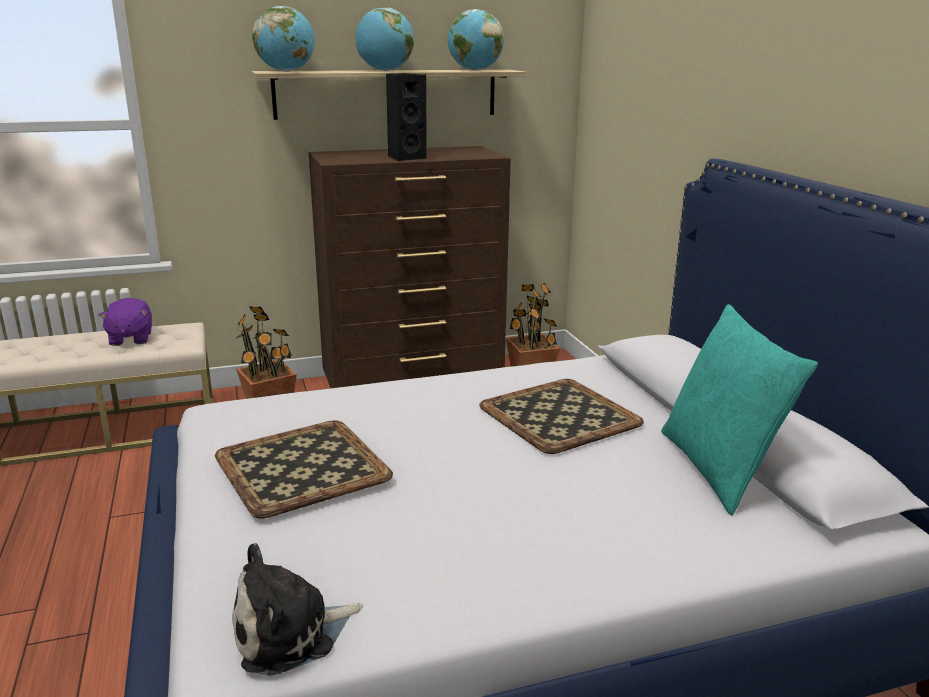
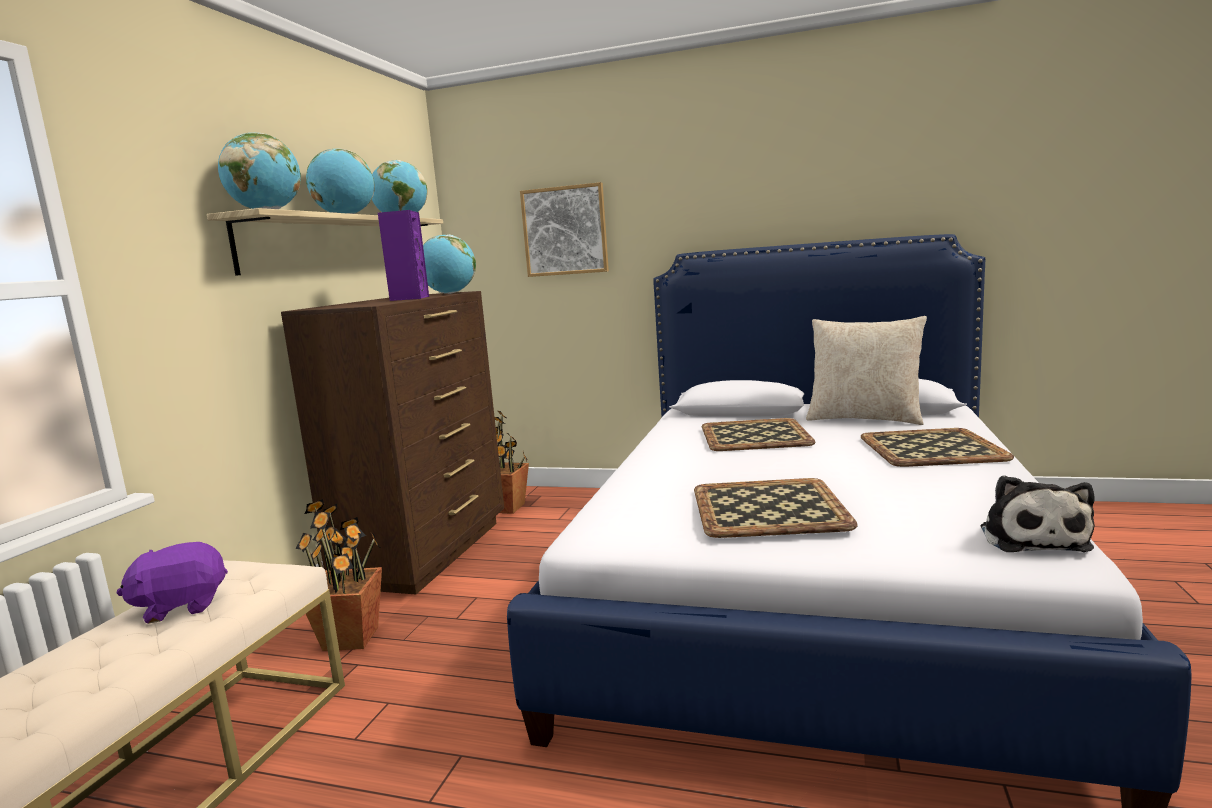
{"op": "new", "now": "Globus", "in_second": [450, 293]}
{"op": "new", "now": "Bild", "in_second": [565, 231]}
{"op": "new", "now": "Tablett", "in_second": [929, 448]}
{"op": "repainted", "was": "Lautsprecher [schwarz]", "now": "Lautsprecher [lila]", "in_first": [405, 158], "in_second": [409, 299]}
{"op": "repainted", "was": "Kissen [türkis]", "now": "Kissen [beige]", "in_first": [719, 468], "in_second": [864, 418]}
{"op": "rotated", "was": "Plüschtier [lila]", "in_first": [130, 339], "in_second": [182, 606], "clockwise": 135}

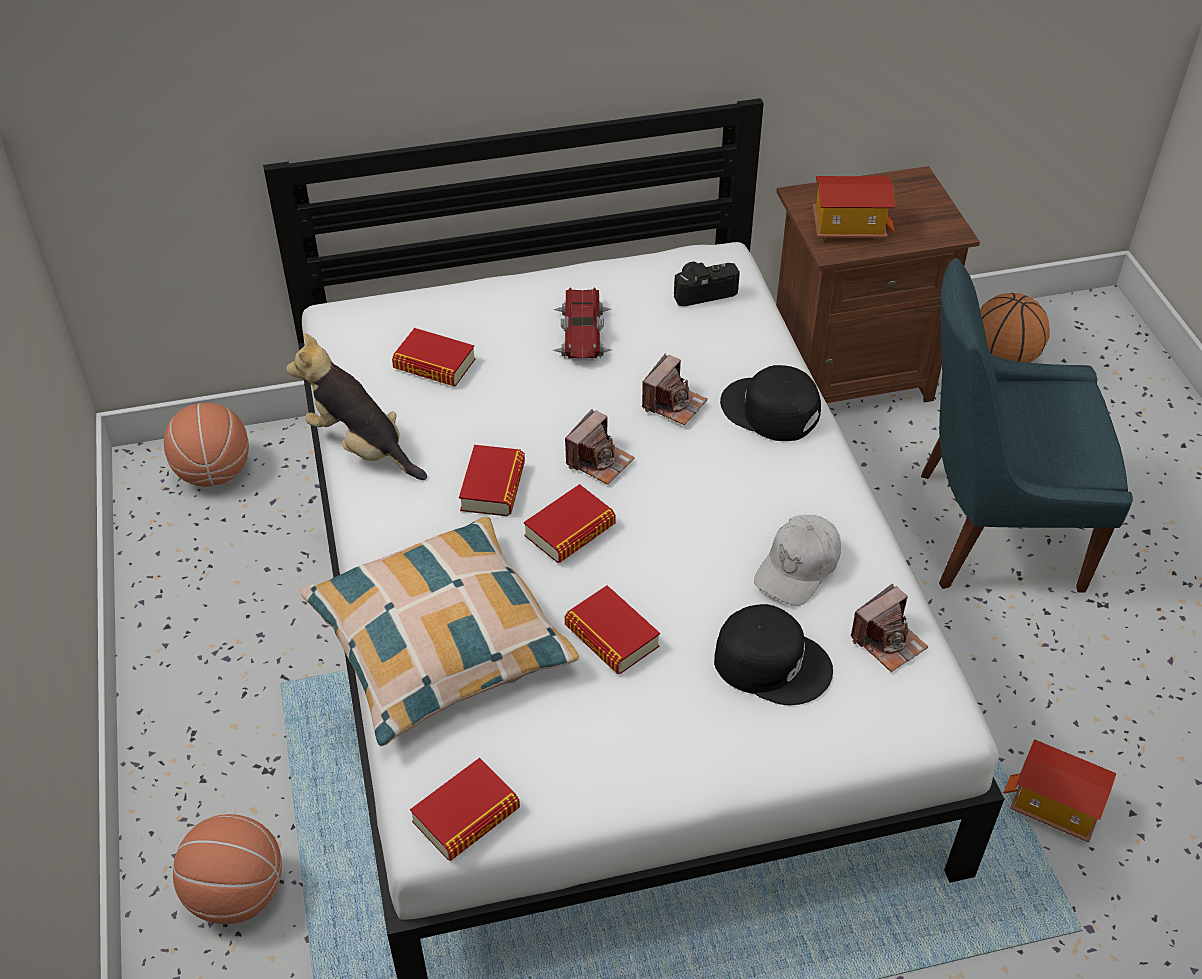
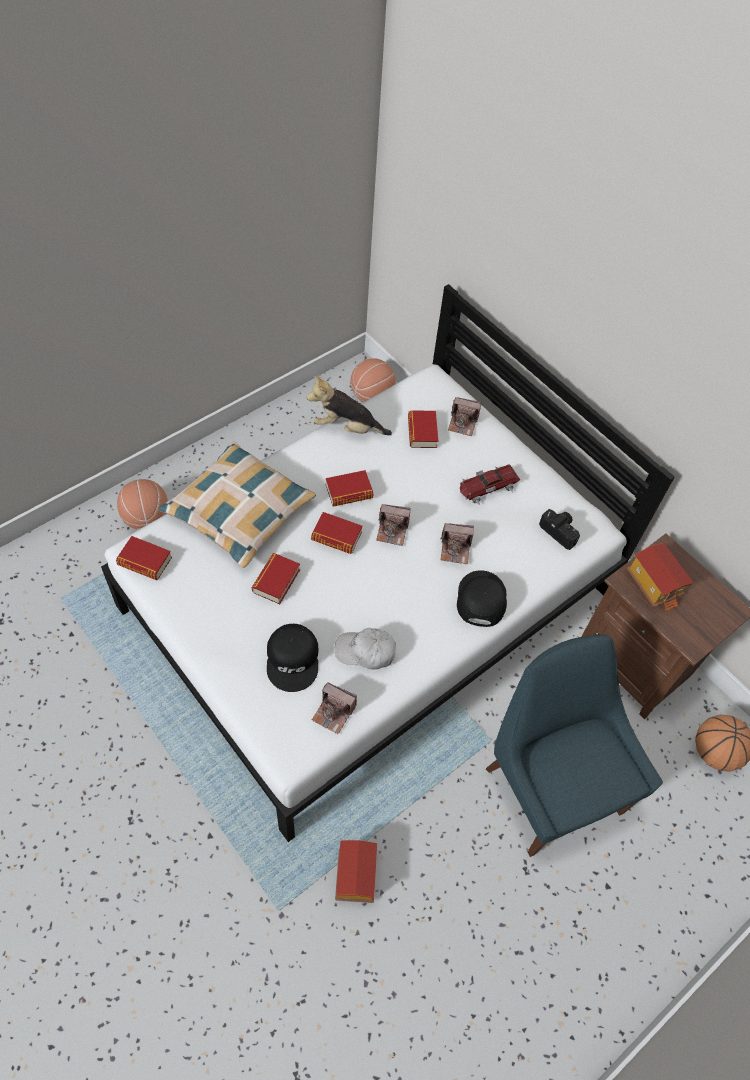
{"op": "new", "now": "Kamera", "in_second": [463, 423]}
{"op": "rotated", "was": "Plüschtier", "in_first": [361, 446], "in_second": [347, 427], "clockwise": -90}

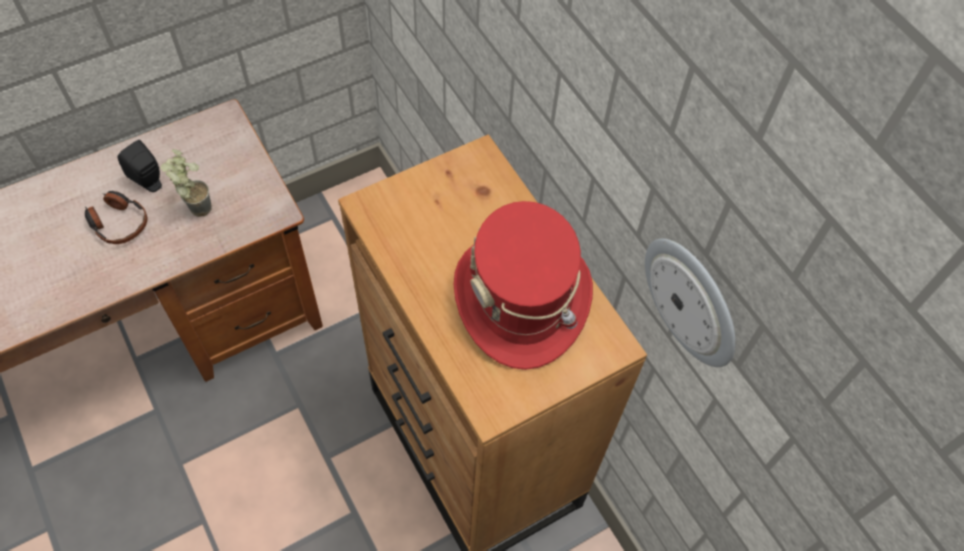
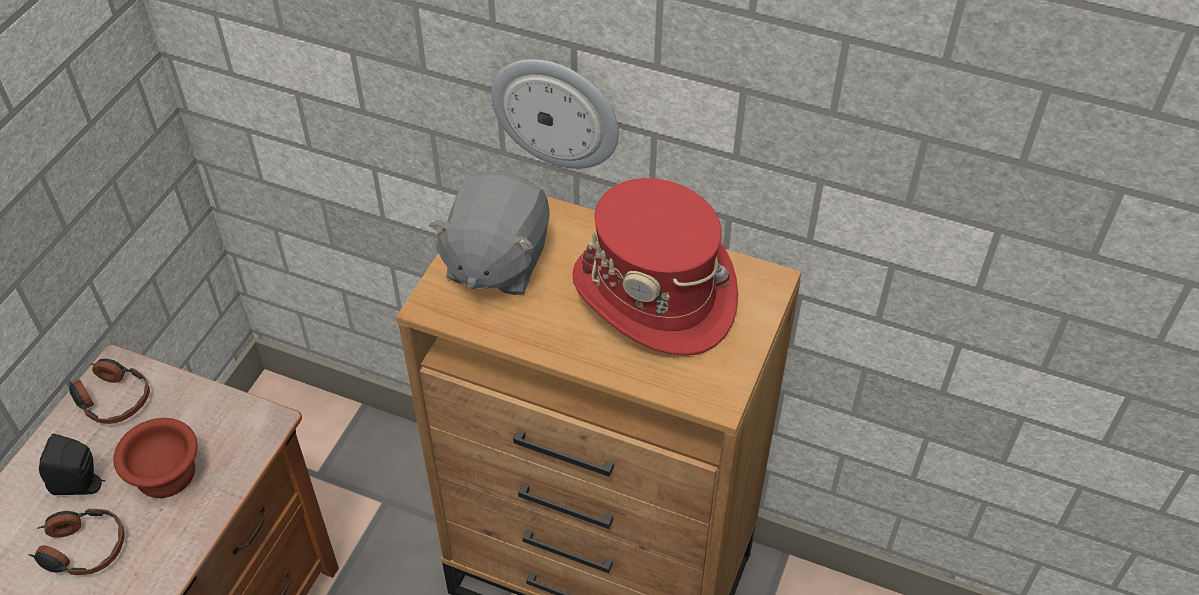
{"op": "new", "now": "Kopfhörer", "in_second": [112, 398]}
{"op": "new", "now": "Plüschtier [grau]", "in_second": [495, 261]}
{"op": "shifted", "was": "Wanduhr", "in_first": [692, 300], "in_second": [556, 112]}
{"op": "swapped", "was": "Topfpflanze", "now": "Schüssel [braun]", "in_first": [196, 206], "in_second": [163, 474]}

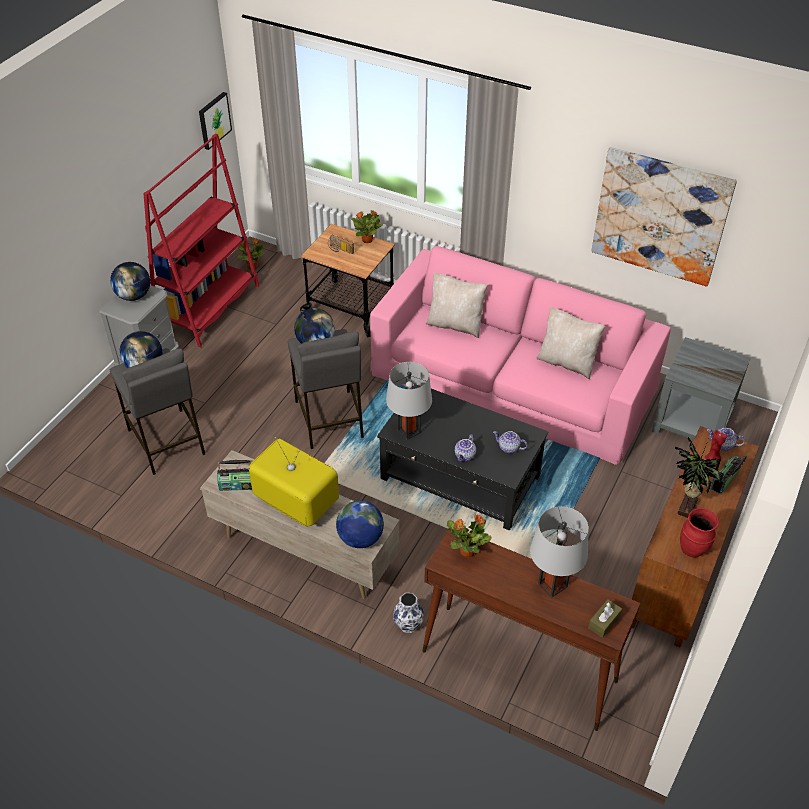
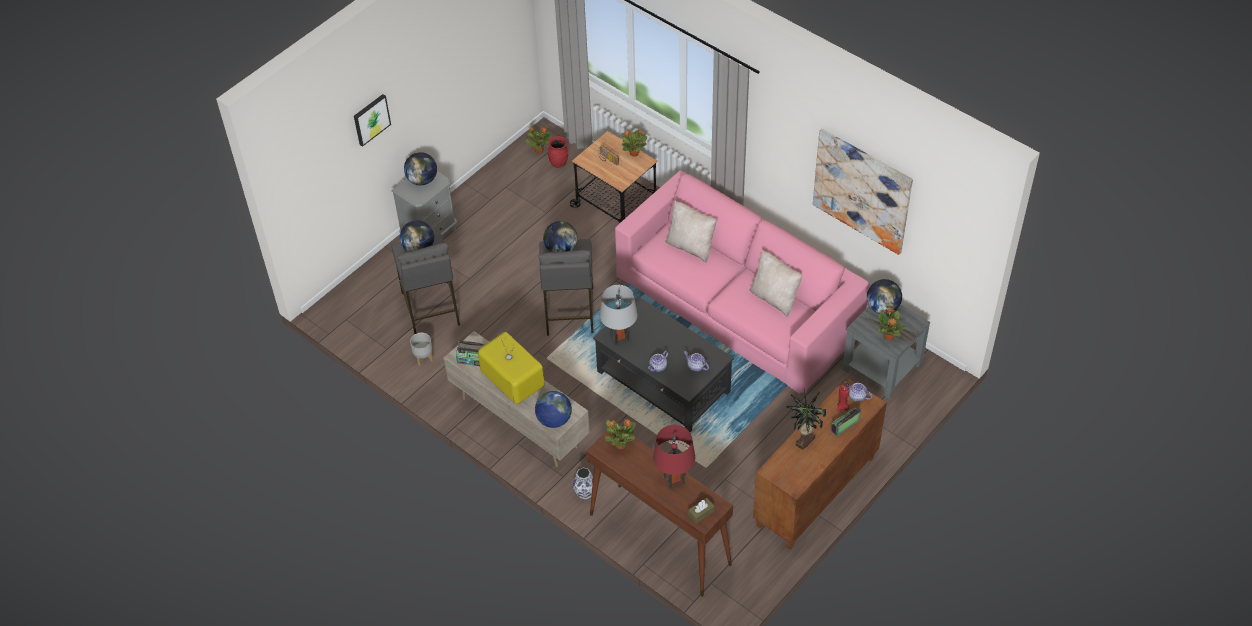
{"op": "gone", "was": "Bücherregal [rot]", "in_first": [208, 308]}
{"op": "new", "now": "Pflanzkübel [grau]", "in_second": [423, 358]}
{"op": "new", "now": "Globus", "in_second": [882, 307]}
{"op": "new", "now": "Topfpflanze", "in_second": [888, 336]}
{"op": "shifted", "was": "Bild", "in_first": [214, 120], "in_second": [371, 119]}
{"op": "shifted", "was": "Vase [rot]", "in_first": [692, 548], "in_second": [559, 163]}
{"op": "repainted", "was": "Tischlampe [grau]", "now": "Tischlampe [rot]", "in_first": [552, 584], "in_second": [674, 480]}

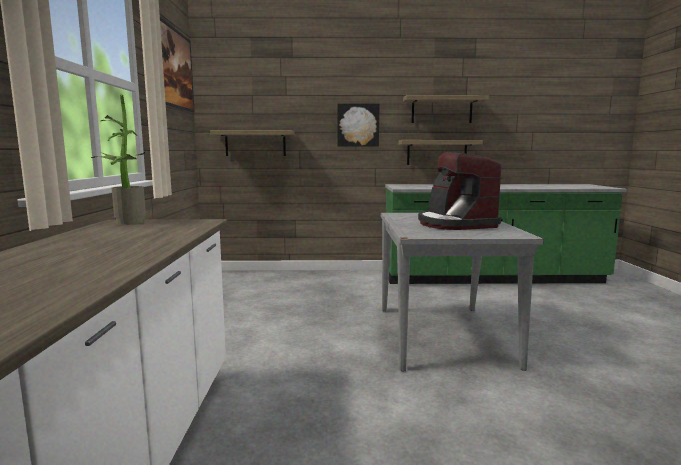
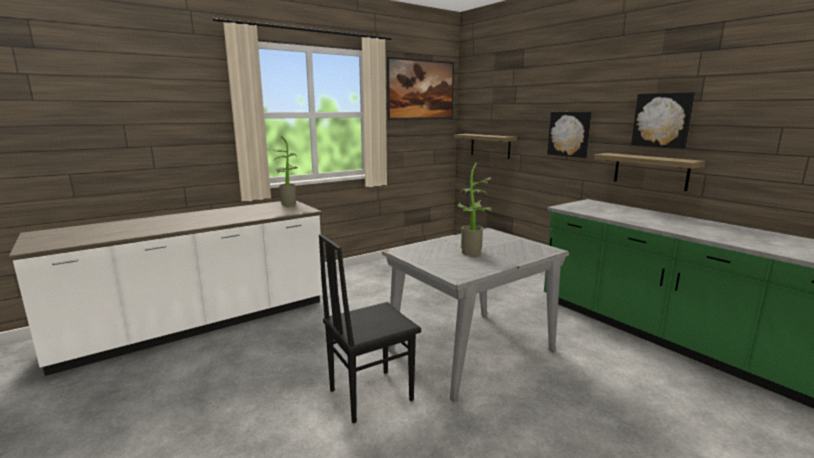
{"op": "new", "now": "Stuhl [schwarz]", "in_second": [369, 394]}
{"op": "swapped", "was": "Wandregal", "now": "Bild", "in_first": [441, 110], "in_second": [662, 120]}
{"op": "swapped", "was": "Kaffeemaschine", "now": "Topfpflanze", "in_first": [455, 224], "in_second": [473, 253]}

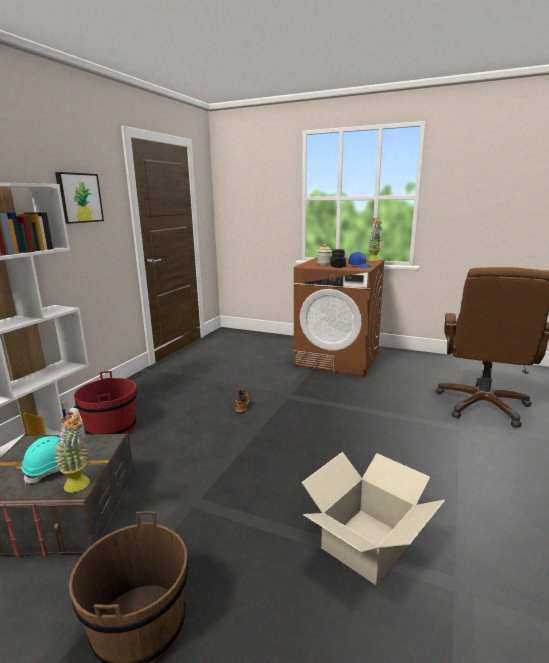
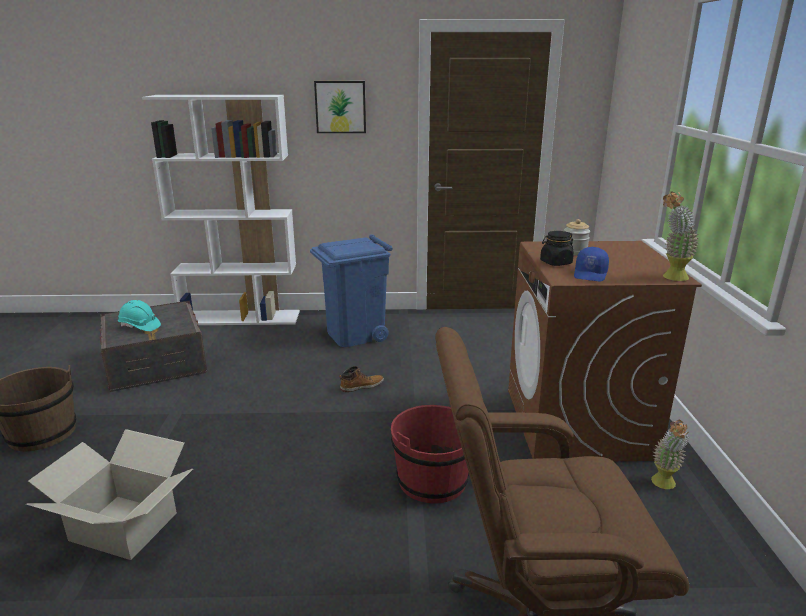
{"op": "new", "now": "Mülleimer [blau]", "in_second": [355, 335]}
{"op": "shifted", "was": "Topfpflanze", "in_first": [80, 487], "in_second": [664, 486]}
{"op": "shifted", "was": "Eimer [rot]", "in_first": [111, 428], "in_second": [432, 480]}

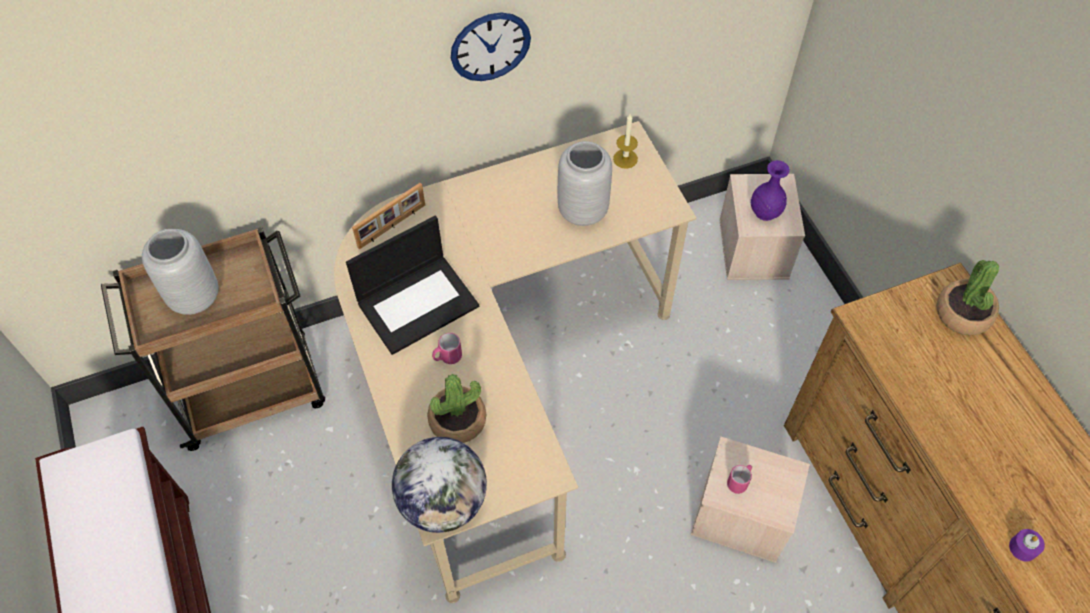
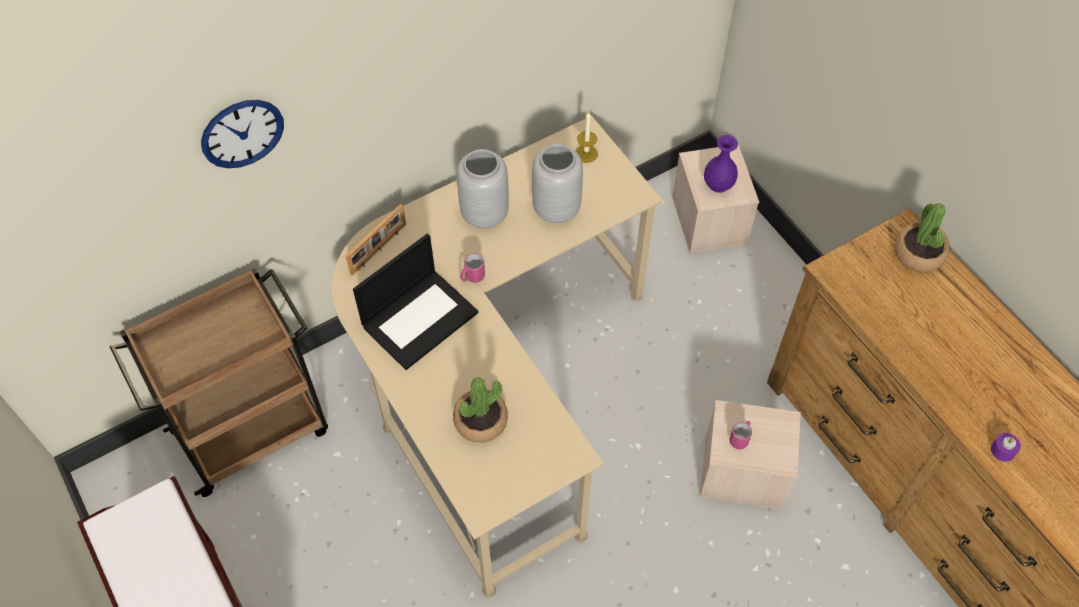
{"op": "gone", "was": "Globus", "in_first": [443, 501]}
{"op": "shifted", "was": "Vase [grau]", "in_first": [195, 298], "in_second": [485, 214]}
{"op": "shifted", "was": "Henkelbecher [rosa]", "in_first": [447, 357], "in_second": [472, 277]}
{"op": "shifted", "was": "Wanduhr", "in_first": [490, 46], "in_second": [242, 133]}

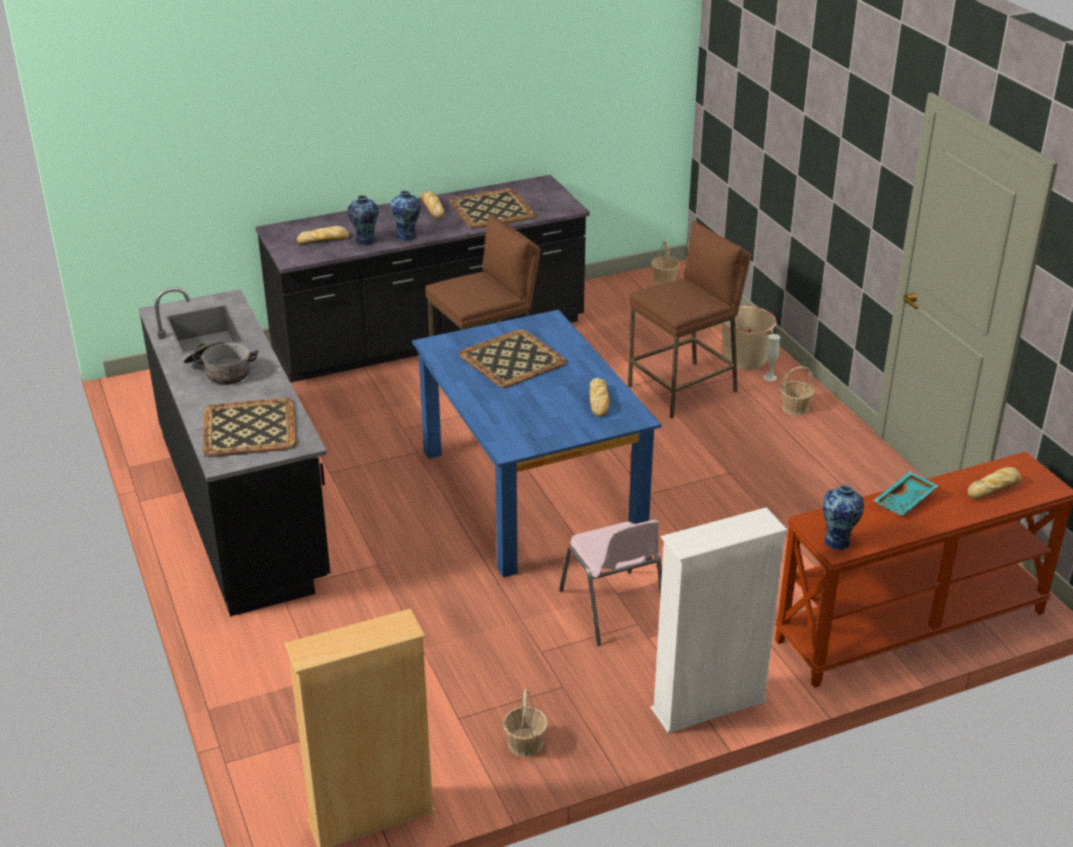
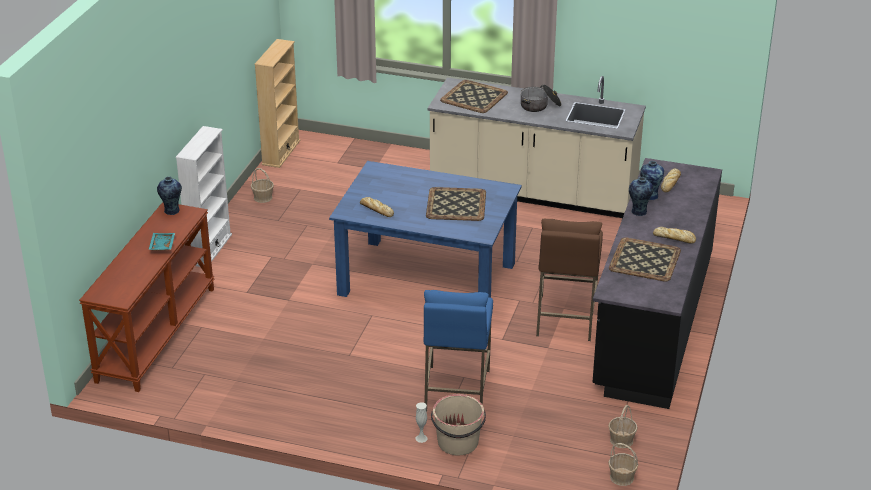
{"op": "gone", "was": "Stuhl [rosa]", "in_first": [613, 609]}
{"op": "gone", "was": "Brot", "in_first": [994, 487]}
{"op": "shifted", "was": "Korb", "in_first": [795, 408], "in_second": [621, 440]}
{"op": "repainted", "was": "Küchenzeile [schwarz]", "now": "Küchenzeile [beige]", "in_first": [244, 506], "in_second": [533, 193]}
{"op": "repainted", "was": "Hocker [braun]", "now": "Hocker [blau]", "in_first": [683, 389], "in_second": [456, 391]}

